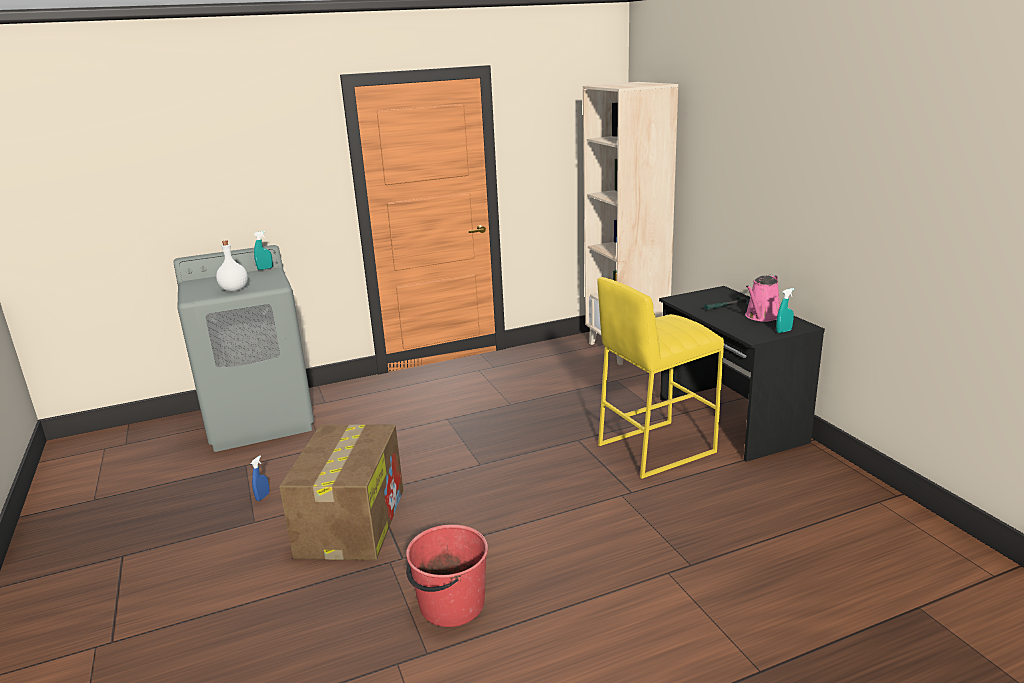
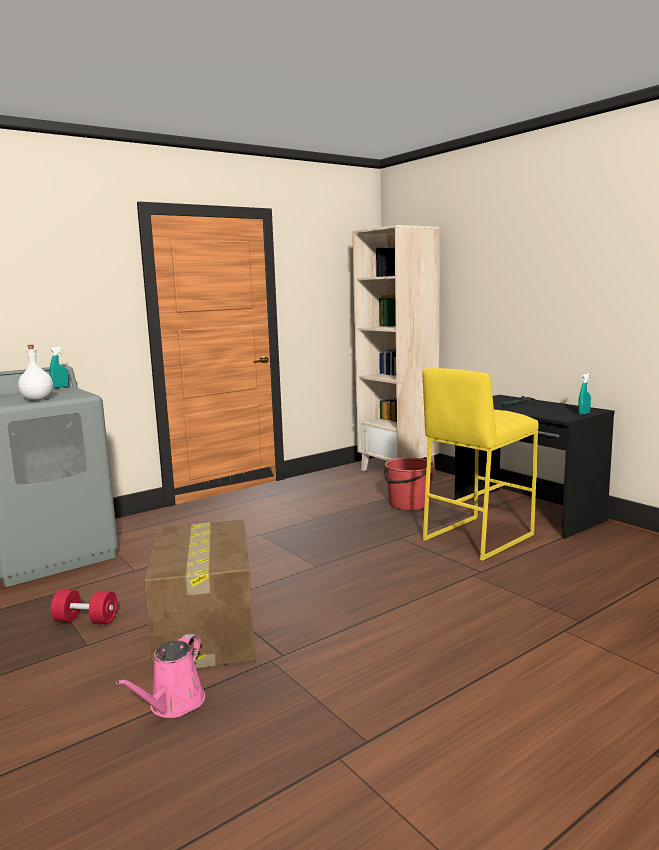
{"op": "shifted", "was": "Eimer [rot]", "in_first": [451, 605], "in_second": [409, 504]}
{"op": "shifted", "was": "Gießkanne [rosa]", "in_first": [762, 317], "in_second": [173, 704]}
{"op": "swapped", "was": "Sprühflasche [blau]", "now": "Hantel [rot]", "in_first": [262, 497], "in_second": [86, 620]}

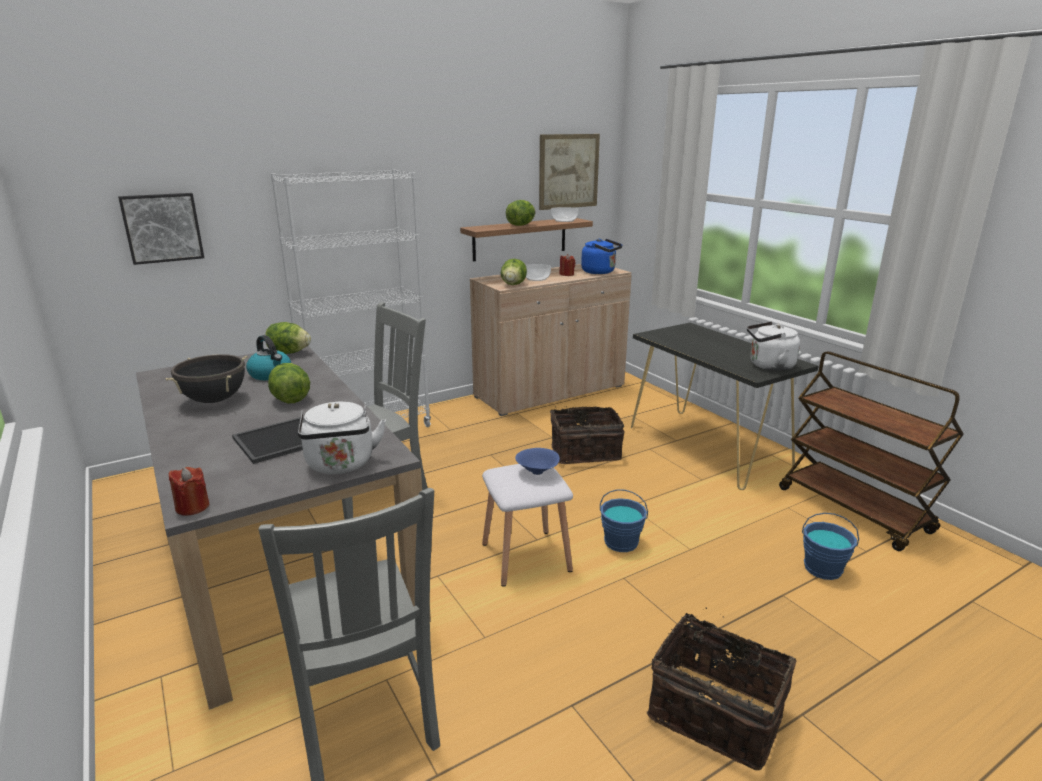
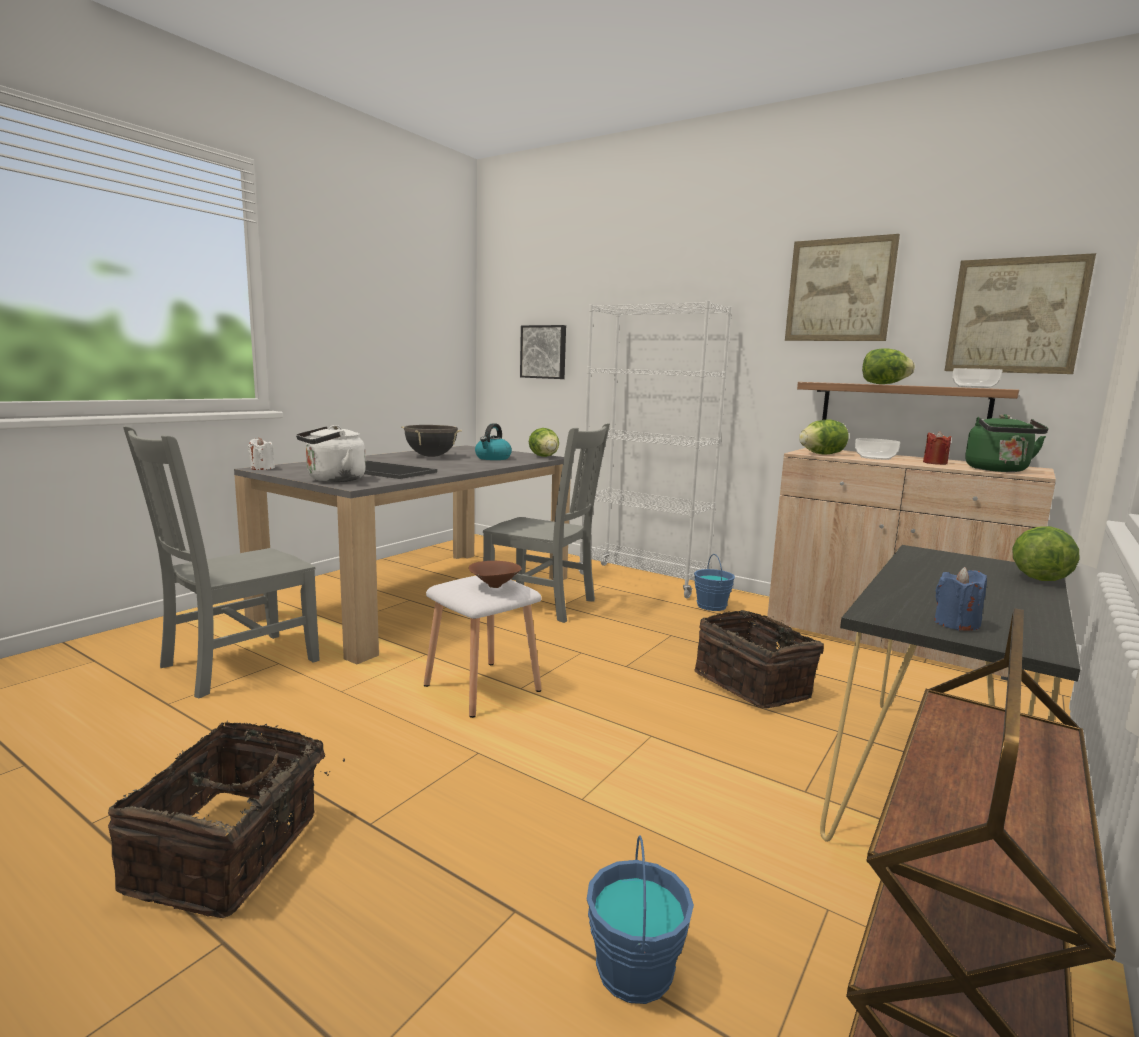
{"op": "new", "now": "Bild", "in_second": [839, 290]}
{"op": "shifted", "was": "Salatkopf", "in_first": [290, 399], "in_second": [1039, 578]}
{"op": "shifted", "was": "Eimer [blau]", "in_first": [621, 542], "in_second": [711, 606]}
{"op": "swapped", "was": "Wasserkessel [weiß]", "now": "Kerze [blau]", "in_first": [768, 366], "in_second": [956, 624]}
{"op": "repainted", "was": "Kerze [rot]", "now": "Kerze [weiß]", "in_first": [192, 507], "in_second": [262, 468]}
{"op": "repainted", "was": "Schüssel [blau]", "now": "Schüssel [braun]", "in_first": [538, 473], "in_second": [494, 586]}
{"op": "repainted", "was": "Wasserkessel [blau]", "now": "Wasserkessel [grün]", "in_first": [600, 272], "in_second": [998, 470]}

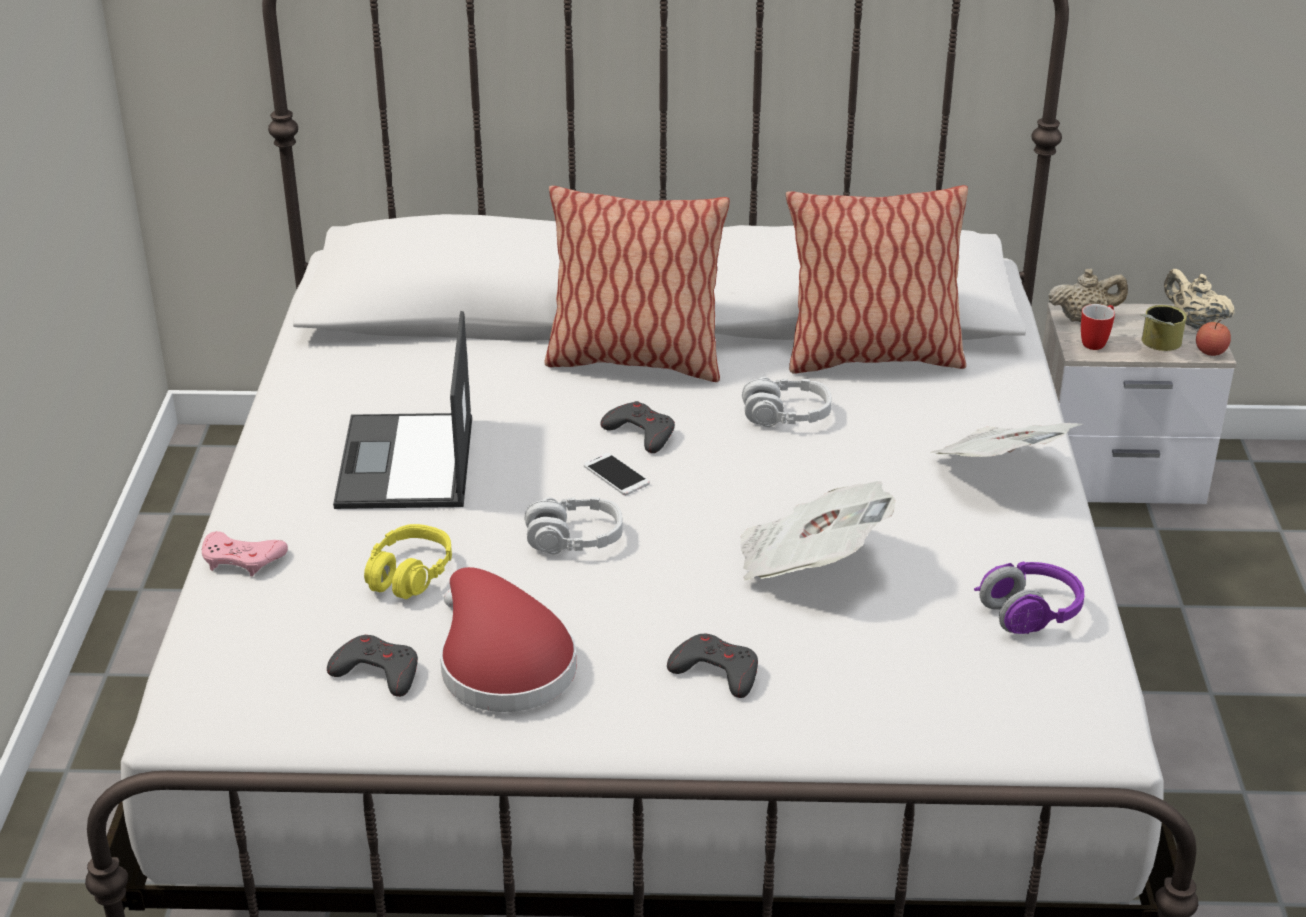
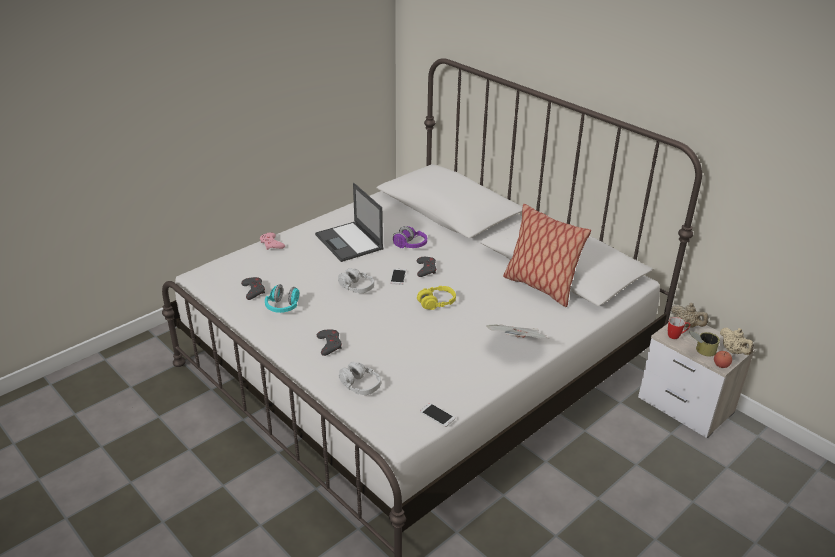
{"op": "gone", "was": "Kissen", "in_first": [634, 361]}
{"op": "gone", "was": "Zeitung", "in_first": [808, 563]}
{"op": "new", "now": "Handy", "in_second": [437, 415]}
{"op": "shifted", "was": "Kopfhörer [gelb]", "in_first": [409, 574], "in_second": [436, 303]}
{"op": "shifted", "was": "Kopfhörer [grau]", "in_first": [786, 415], "in_second": [360, 385]}
{"op": "shifted", "was": "Kopfhörer [lila]", "in_first": [1029, 614], "in_second": [410, 245]}
{"op": "swapped", "was": "Hut [rot]", "now": "Kopfhörer [türkis]", "in_first": [502, 663], "in_second": [283, 307]}
{"op": "rotated", "was": "Laptop", "in_first": [406, 464], "in_second": [349, 242], "clockwise": -75}
{"op": "rotated", "was": "Teekanne [beige]", "in_first": [1193, 323], "in_second": [733, 351], "clockwise": 150}

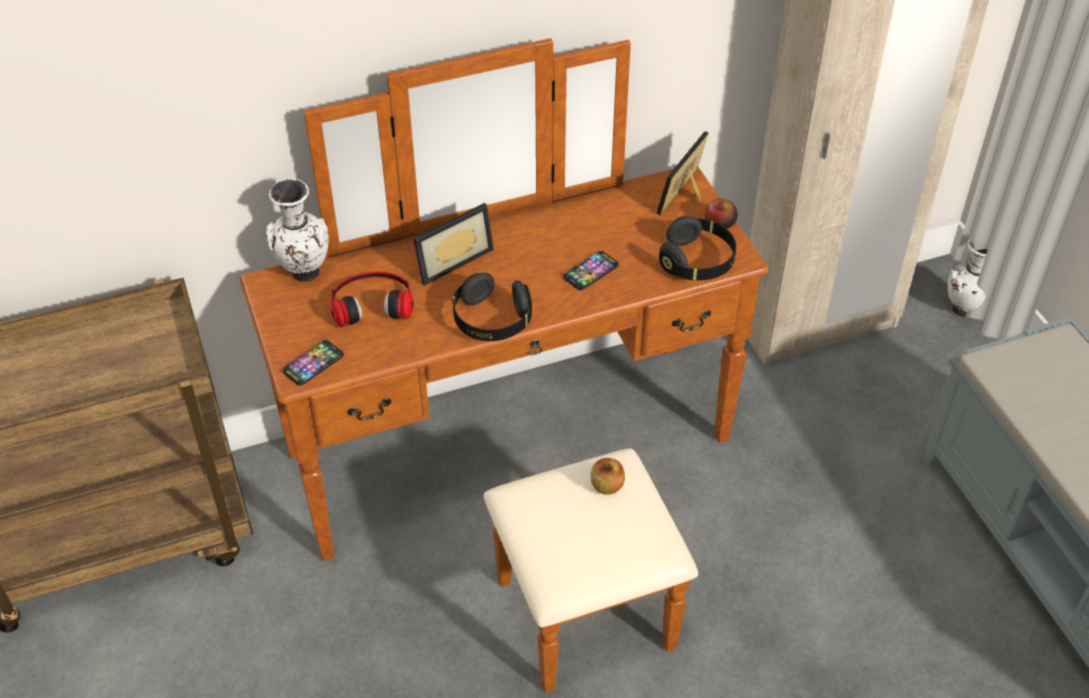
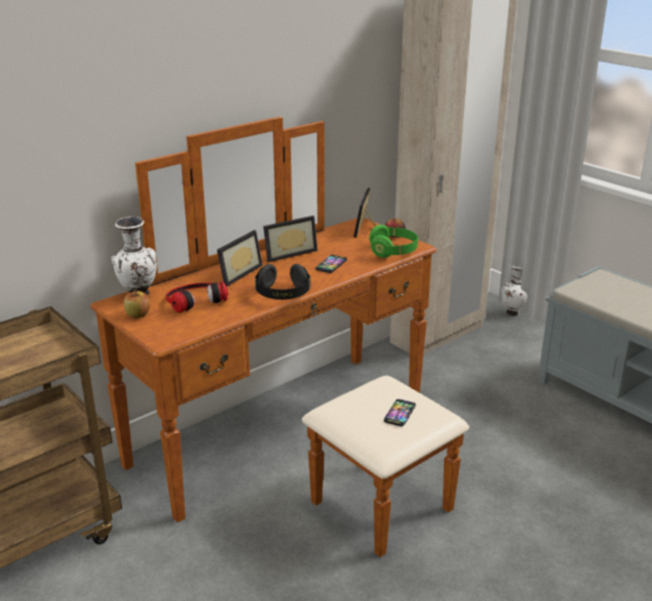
{"op": "new", "now": "Bilderrahmen", "in_second": [288, 253]}
{"op": "shifted", "was": "Handy", "in_first": [313, 363], "in_second": [400, 413]}
{"op": "shifted", "was": "Apfel", "in_first": [607, 486], "in_second": [138, 315]}
{"op": "repainted", "was": "Kopfhörer [schwarz]", "now": "Kopfhörer [grün]", "in_first": [697, 262], "in_second": [393, 251]}

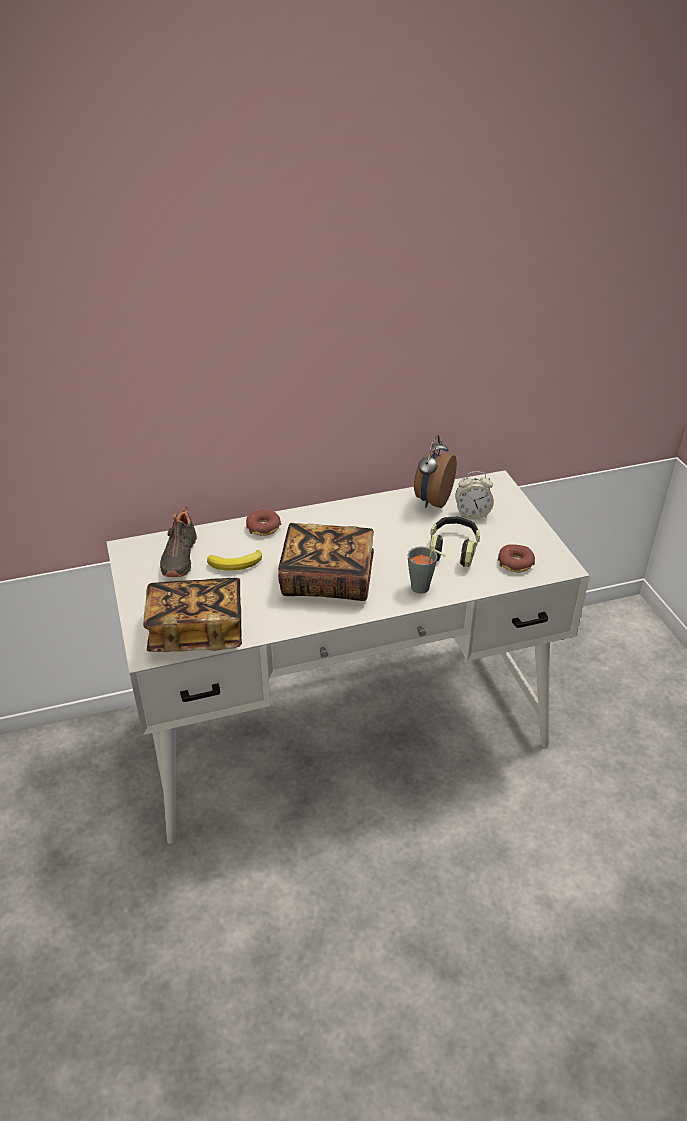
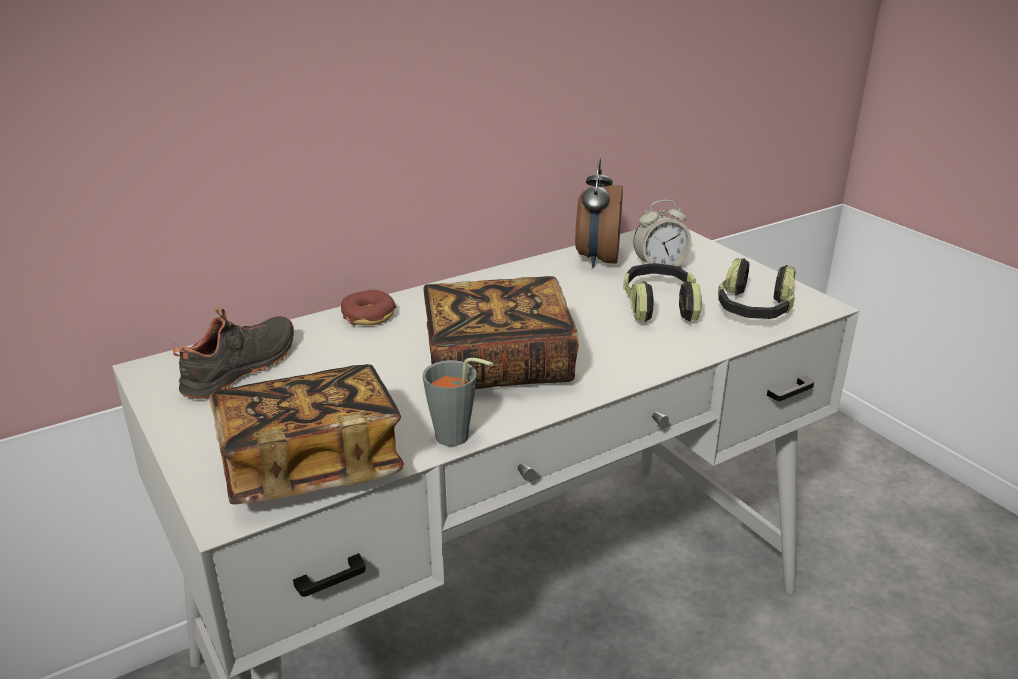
{"op": "gone", "was": "Banane", "in_first": [236, 564]}
{"op": "shifted", "was": "Tasse [grau]", "in_first": [423, 589], "in_second": [458, 439]}
{"op": "swapped", "was": "Donut", "now": "Kopfhörer", "in_first": [515, 563], "in_second": [754, 310]}
{"op": "rotated", "was": "Schuh [schwarz]", "in_first": [178, 557], "in_second": [243, 369], "clockwise": -135}

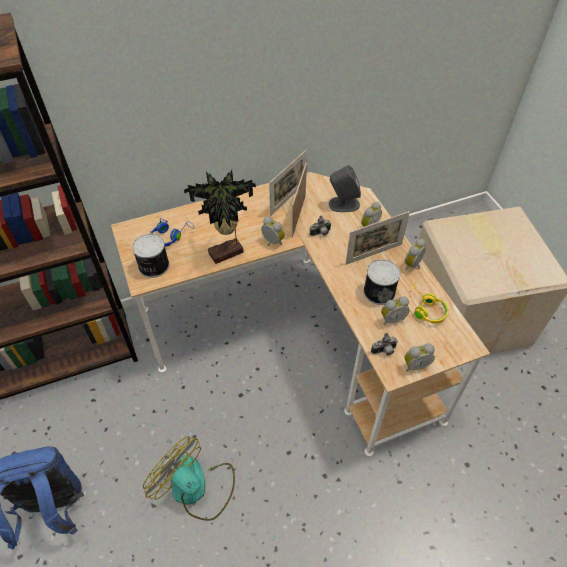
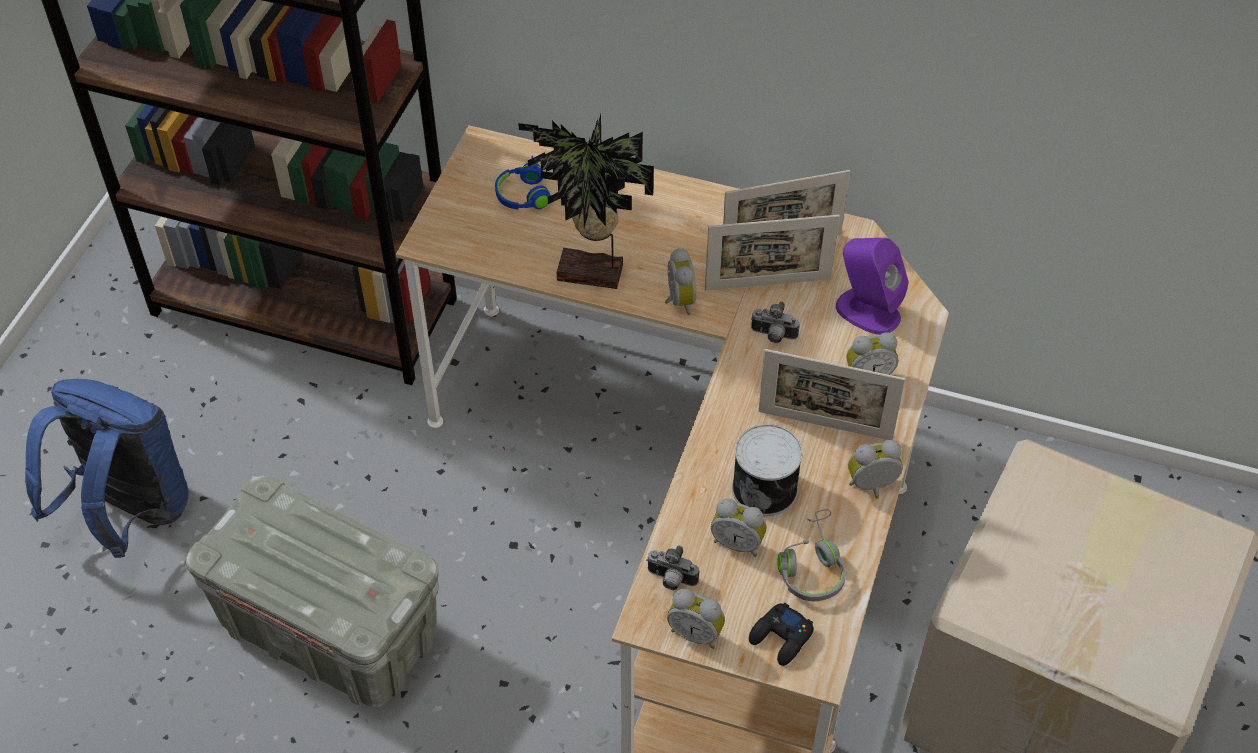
{"op": "gone", "was": "Dose", "in_first": [153, 266]}
{"op": "new", "now": "Gamepad [schwarz]", "in_second": [781, 638]}
{"op": "swapped", "was": "Ventilator", "now": "Aufbewahrungsbox [grau]", "in_first": [196, 488], "in_second": [328, 630]}
{"op": "repainted", "was": "Lautsprecher [grau]", "now": "Lautsprecher [lila]", "in_first": [343, 204], "in_second": [867, 311]}
{"op": "repainted", "was": "Kopfhörer [gelb]", "now": "Kopfhörer [grau]", "in_first": [425, 308], "in_second": [811, 566]}
{"op": "rotated", "was": "Bilderrahmen", "in_first": [298, 216], "in_second": [767, 284], "clockwise": -150}

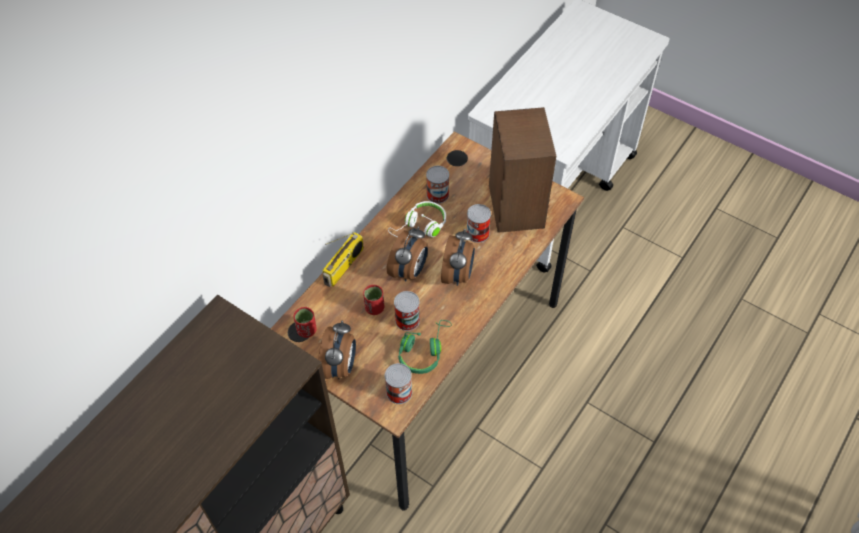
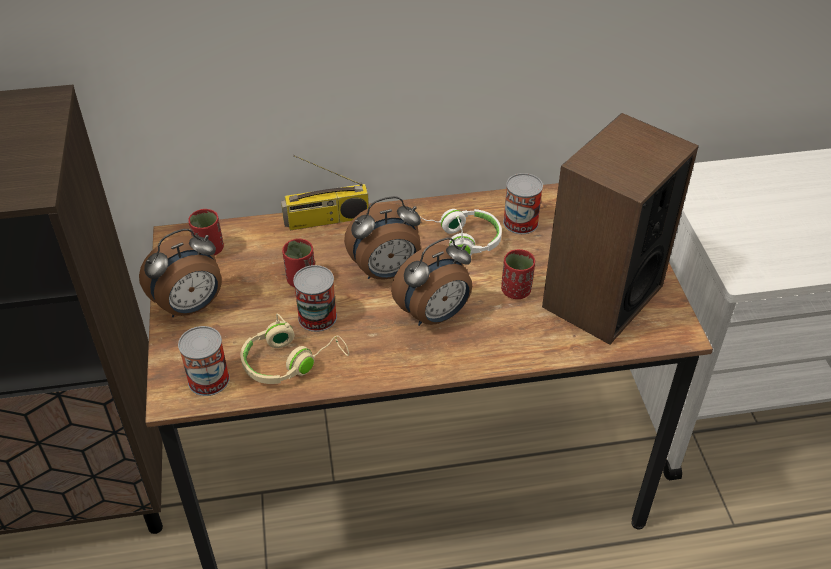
{"op": "swapped", "was": "Dose", "now": "Tasse [rot]", "in_first": [477, 233], "in_second": [516, 291]}
{"op": "repainted", "was": "Kopfhörer [grün]", "now": "Kopfhörer [beige]", "in_first": [423, 351], "in_second": [291, 361]}

